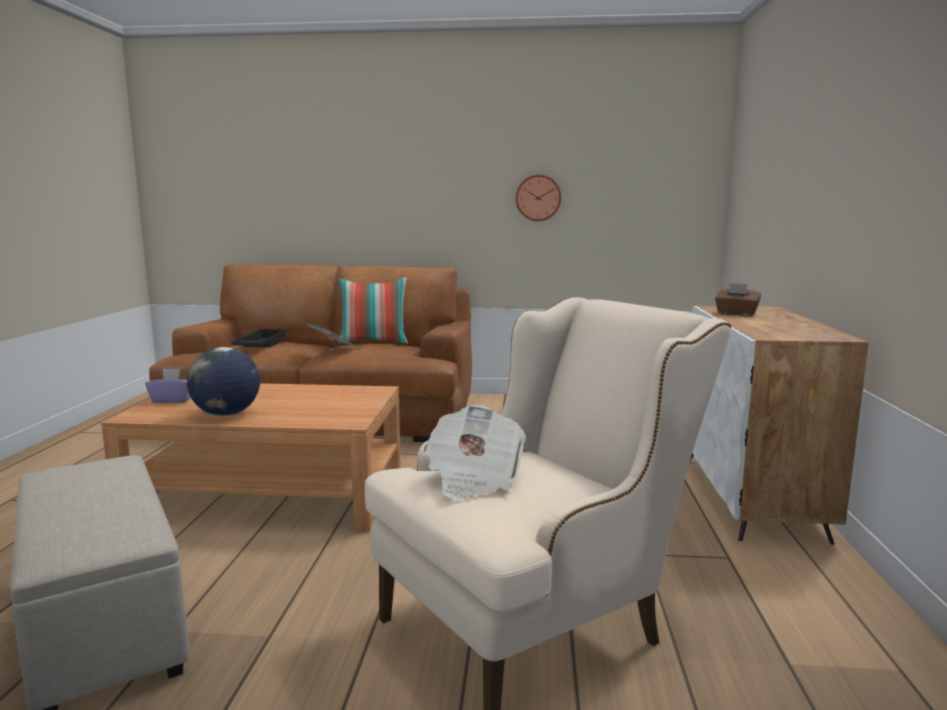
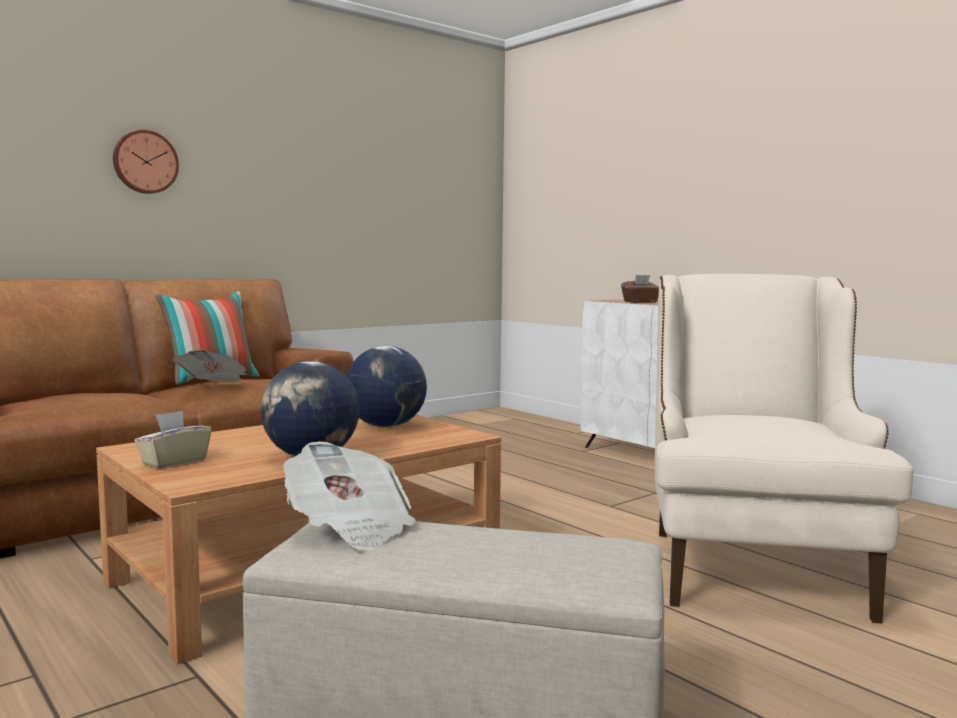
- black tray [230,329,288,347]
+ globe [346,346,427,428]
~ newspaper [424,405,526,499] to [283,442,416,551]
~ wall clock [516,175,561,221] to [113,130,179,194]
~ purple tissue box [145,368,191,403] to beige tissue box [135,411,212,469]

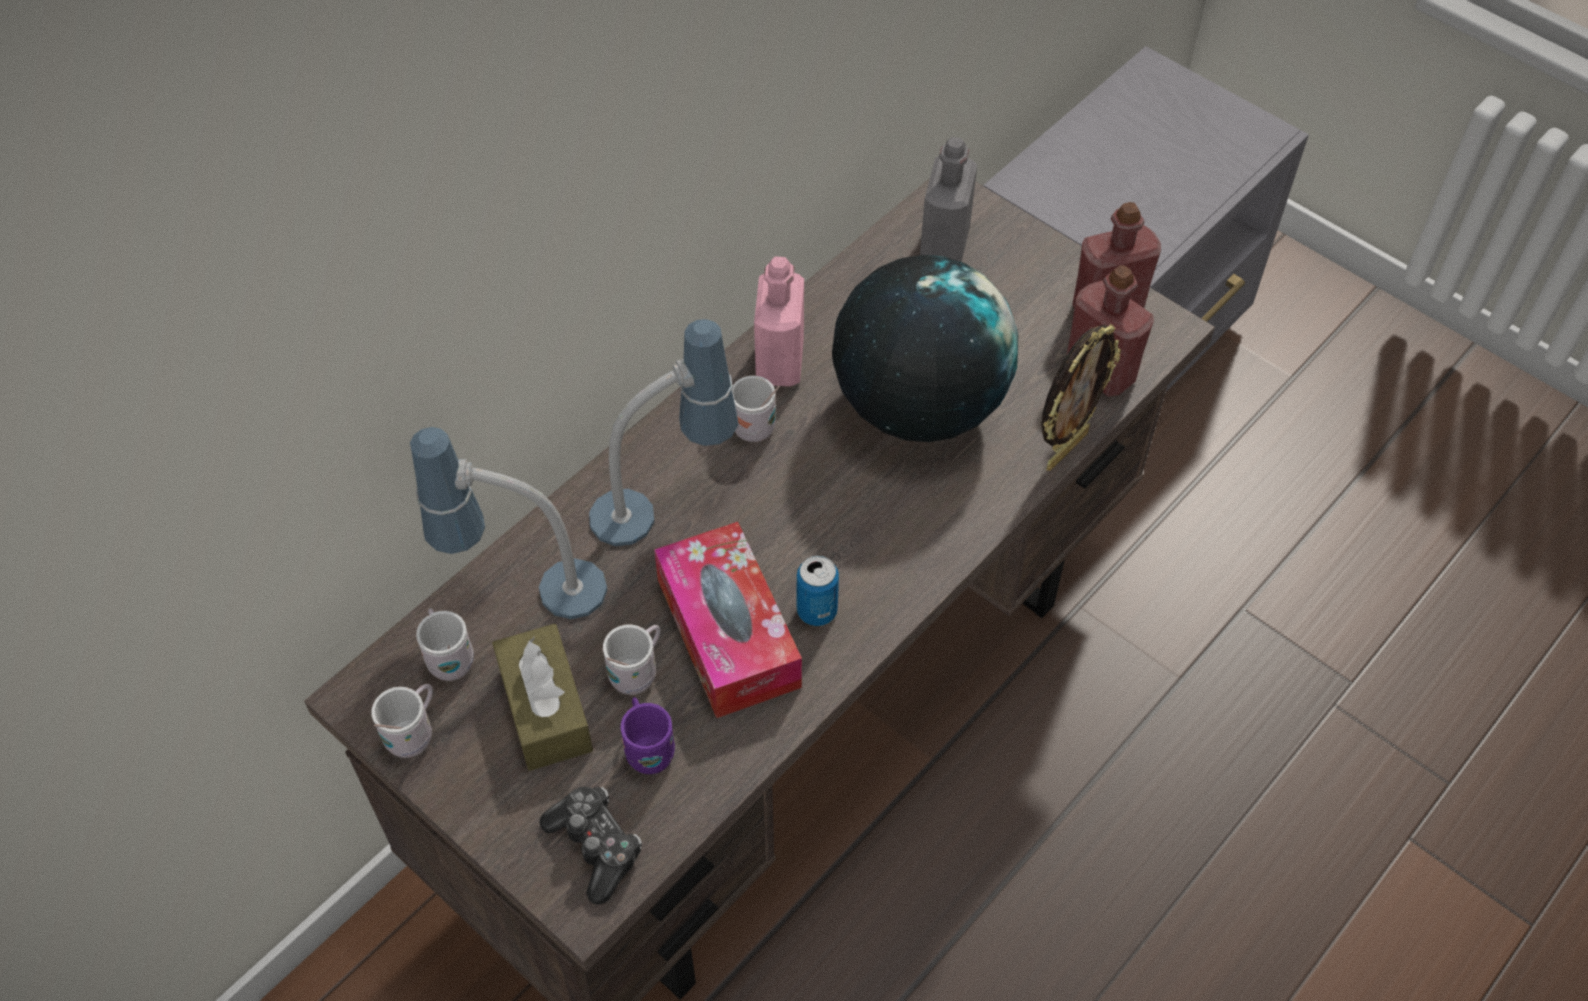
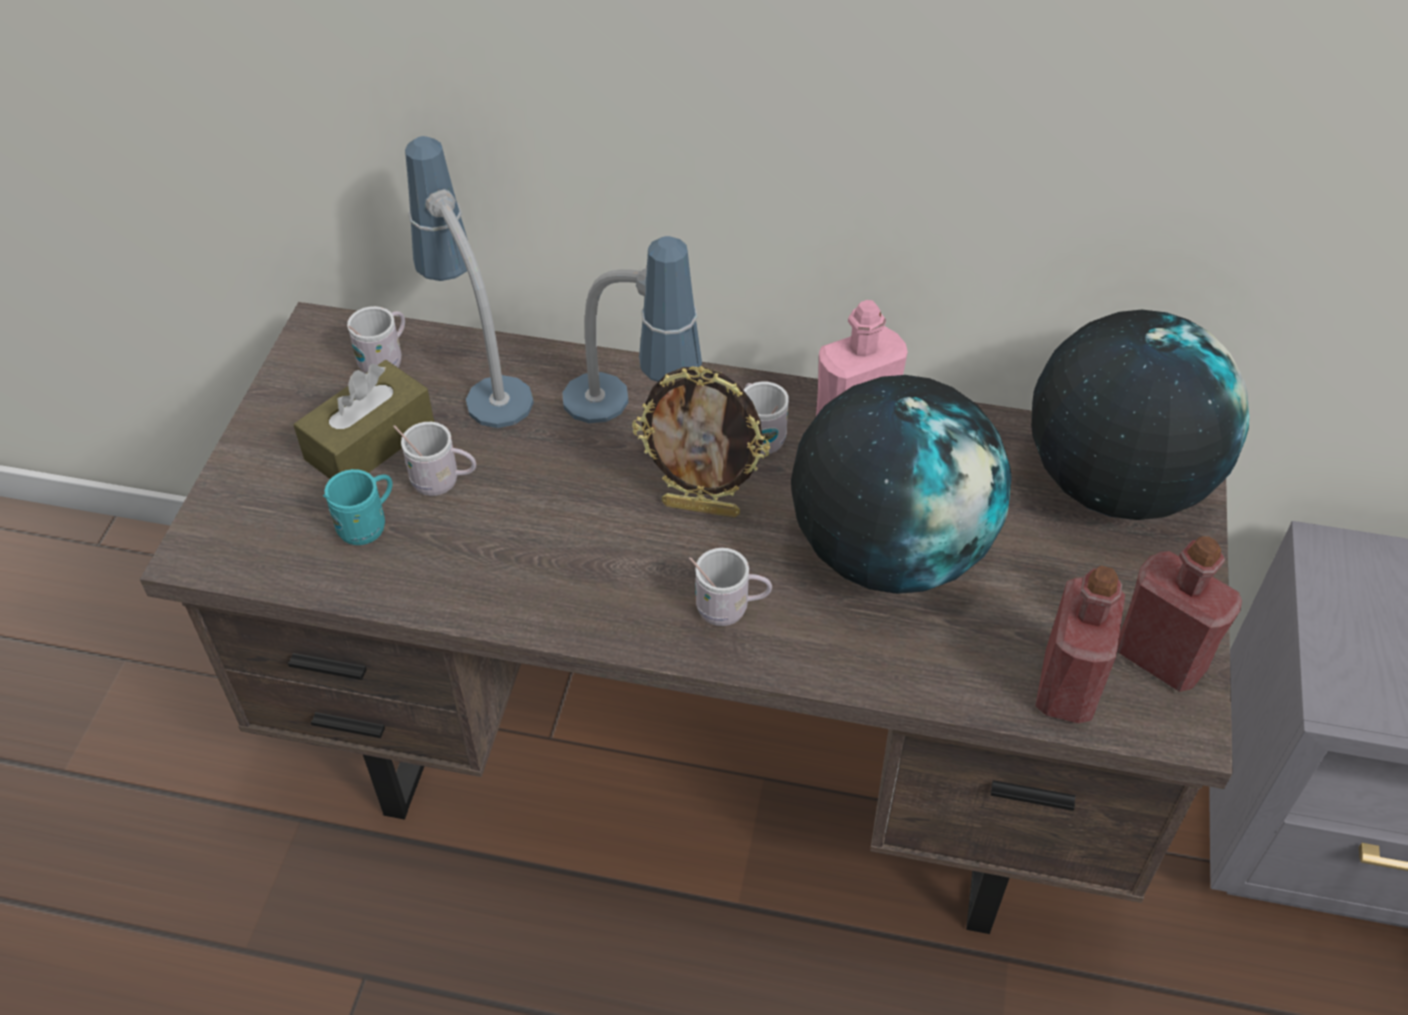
- game controller [539,787,642,904]
- tissue box [654,522,802,718]
- can [797,555,839,626]
~ white mug [371,684,433,758] to [689,548,772,626]
~ picture frame [1041,324,1121,471] to [632,366,770,518]
~ grey bottle [920,137,977,262] to globe [1031,310,1249,520]
~ purple mug [620,697,675,774] to turquoise mug [323,469,392,545]

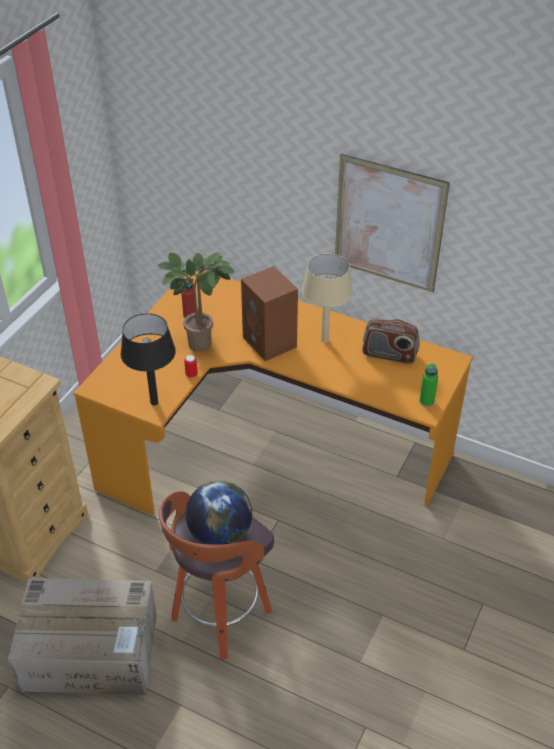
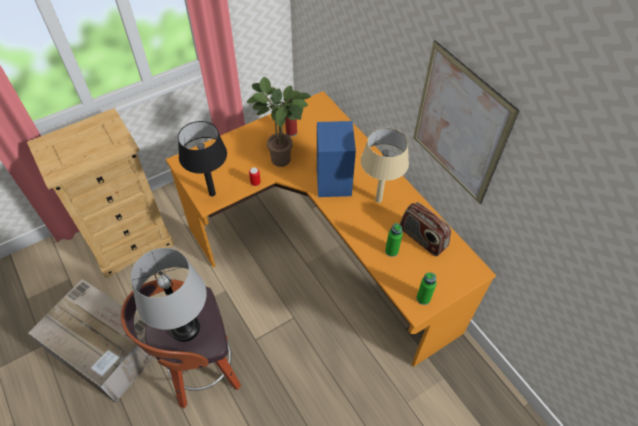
+ green bottle [385,223,403,257]
~ globe [186,480,252,545] to grey table lamp [131,248,207,342]
~ brown speaker [241,266,298,361] to blue speaker [317,121,356,197]

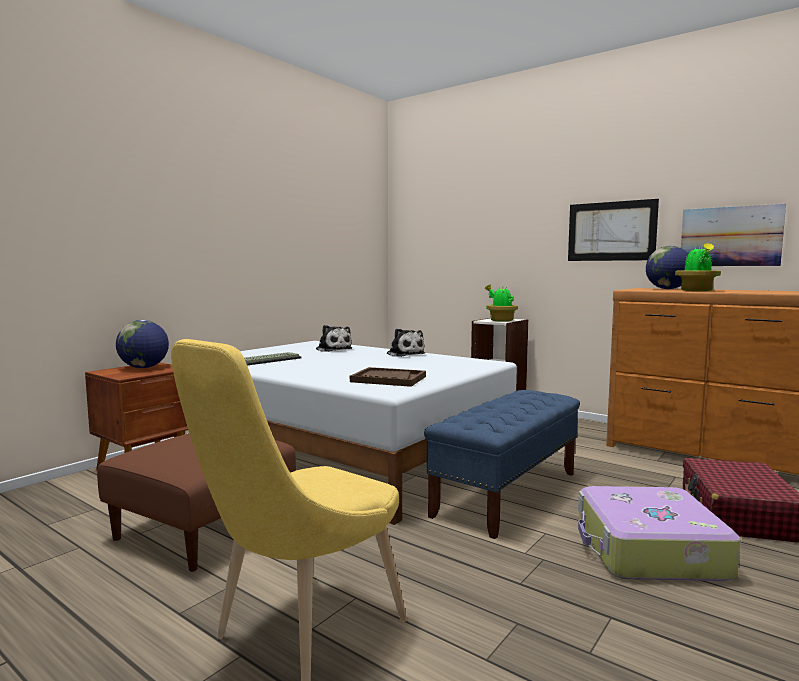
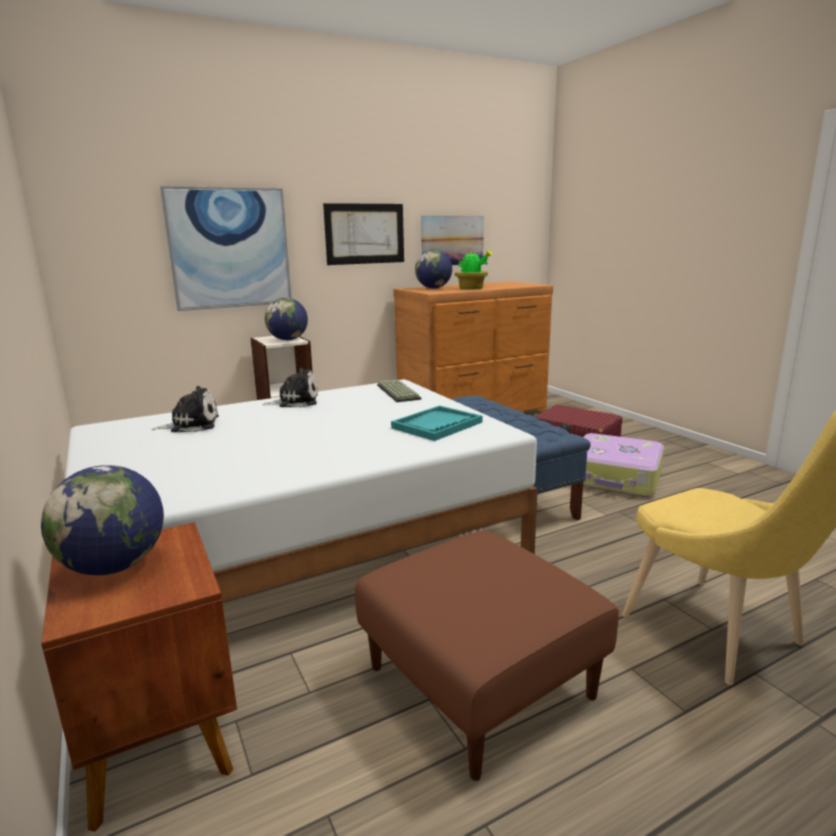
+ picture [160,186,291,311]
~ keyboard [244,352,302,365] to [377,379,421,402]
~ potted plant [484,285,518,322] to globe [265,298,308,340]
~ brown tray [350,367,426,387] to turquoise tray [391,406,482,441]

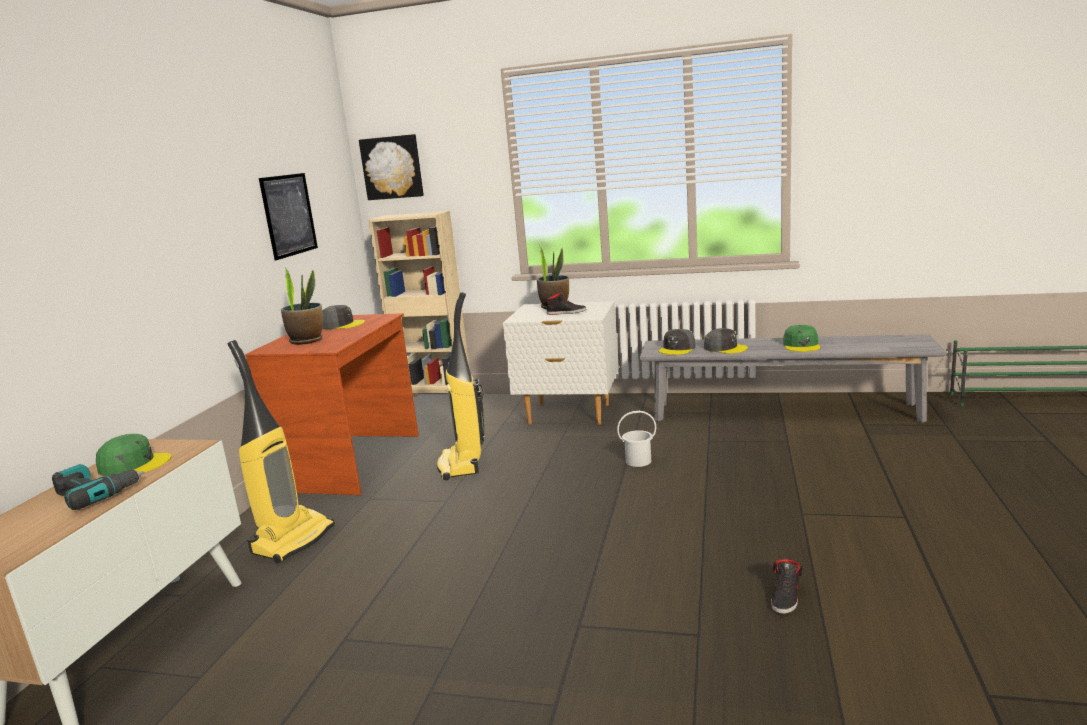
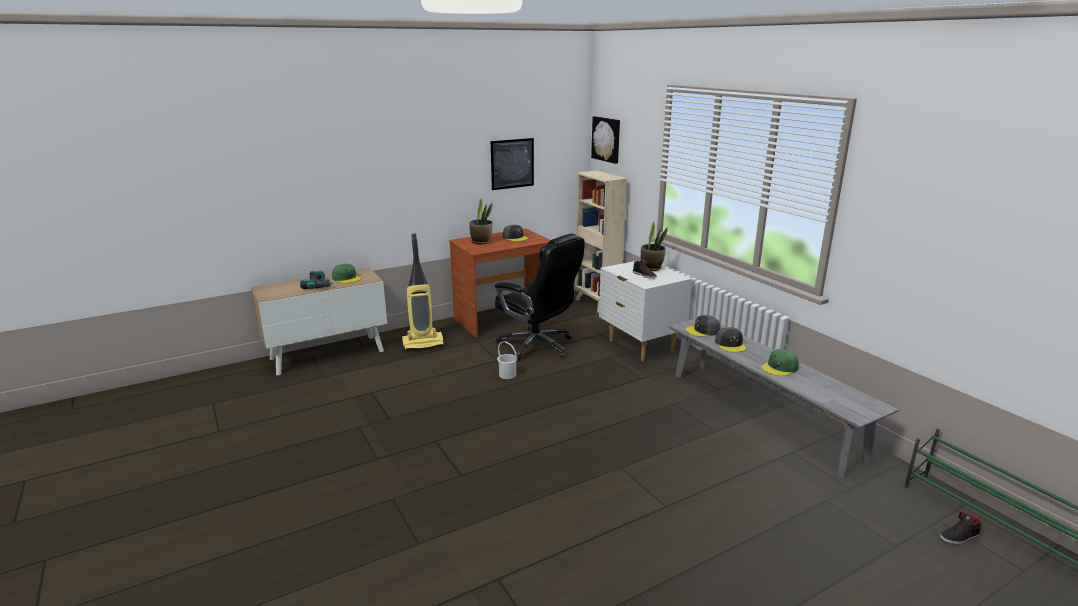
~ white bucket [617,411,656,467] to [497,341,518,379]
~ black shoe [771,559,803,614] to [940,512,982,544]
~ vacuum cleaner [437,292,485,480] to black office chair [495,234,585,362]

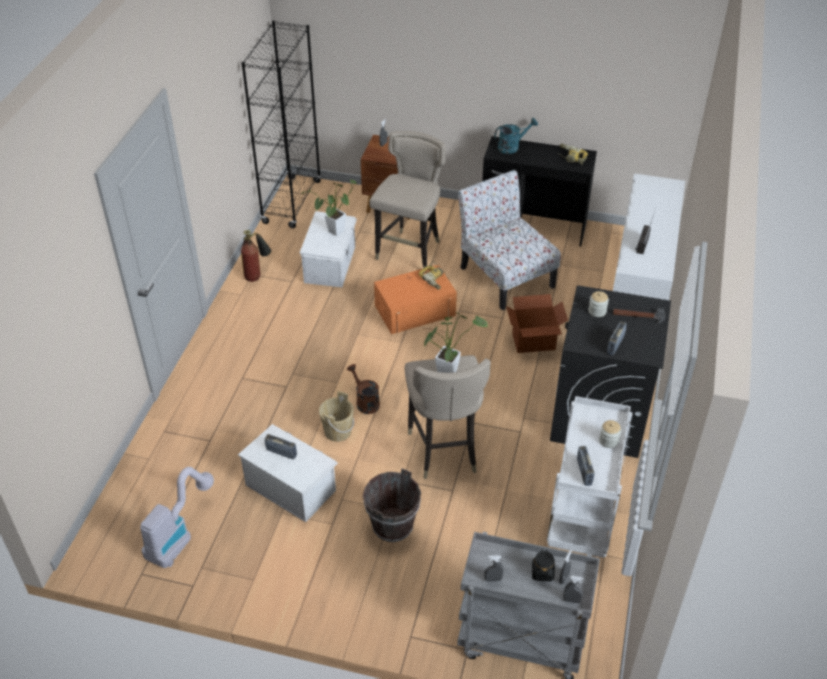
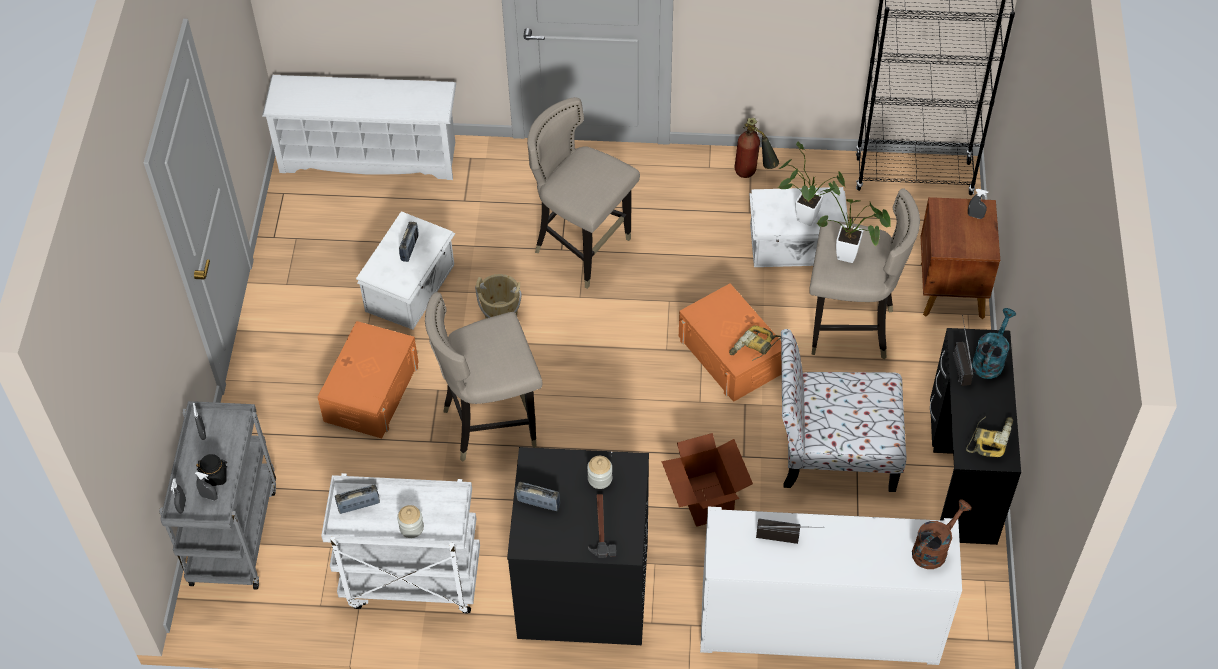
- vacuum cleaner [140,467,214,568]
+ white shoe rack [262,75,456,180]
+ beige stool [527,97,640,289]
+ radio [953,315,973,386]
~ brown watering can [347,364,380,414] to [912,499,972,569]
~ potted plant [424,311,488,373] to [817,188,891,263]
~ brown bucket [363,468,421,542] to orange storage box [318,321,419,438]
~ chair [458,170,561,310] = [781,329,907,492] 135 degrees counterclockwise
~ turquoise watering can [495,118,538,154] = [972,308,1016,379] 120 degrees counterclockwise

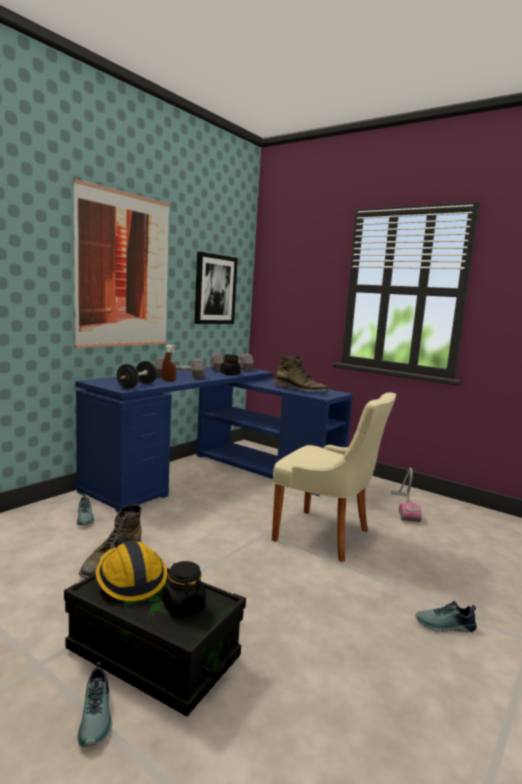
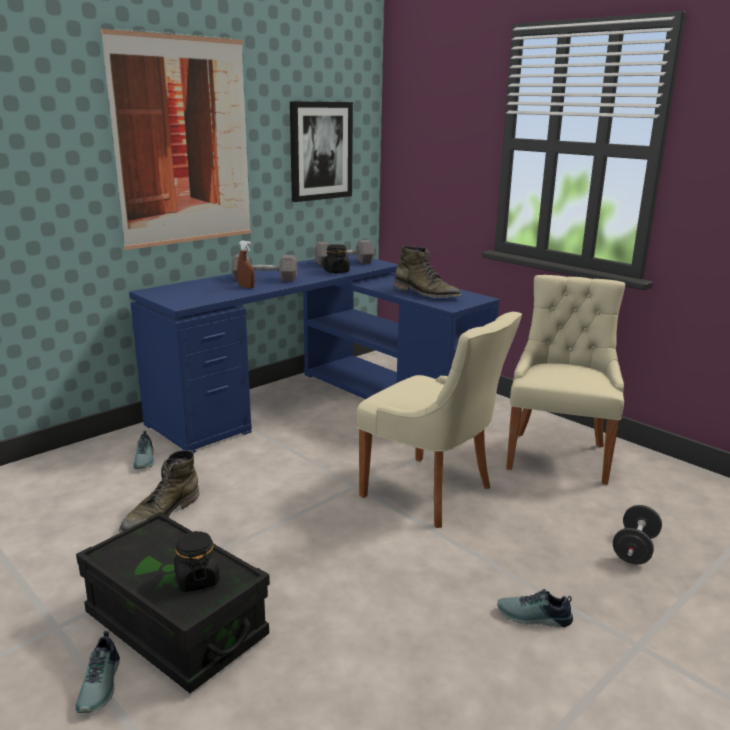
- hard hat [96,537,167,601]
~ black dumbbell [117,361,157,389] to [613,505,662,564]
~ vacuum cleaner [391,468,422,522] to beige chair [506,275,625,485]

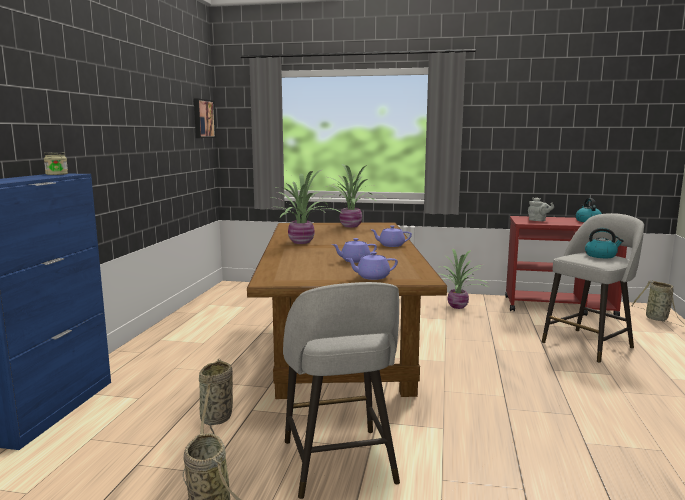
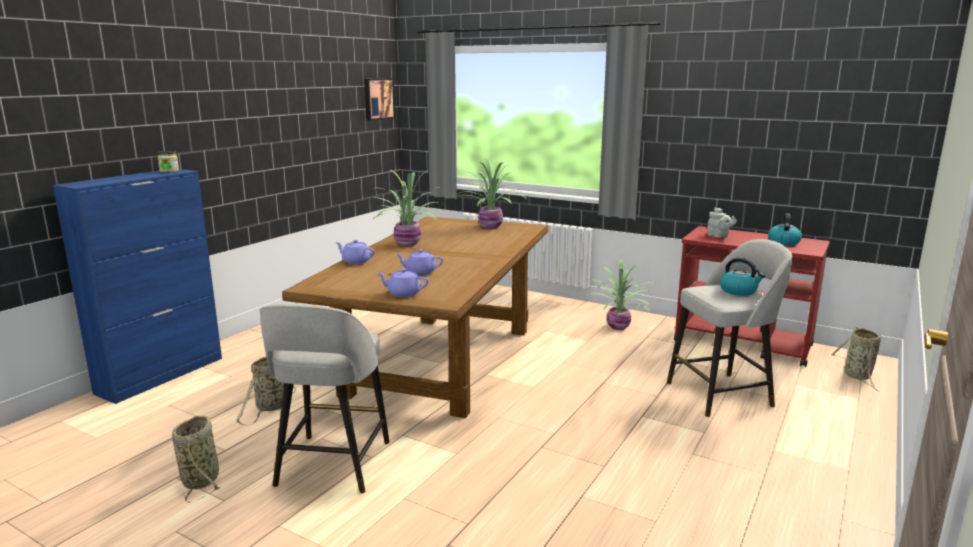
~ purple teapot [372,225,412,247] to [335,240,375,264]

